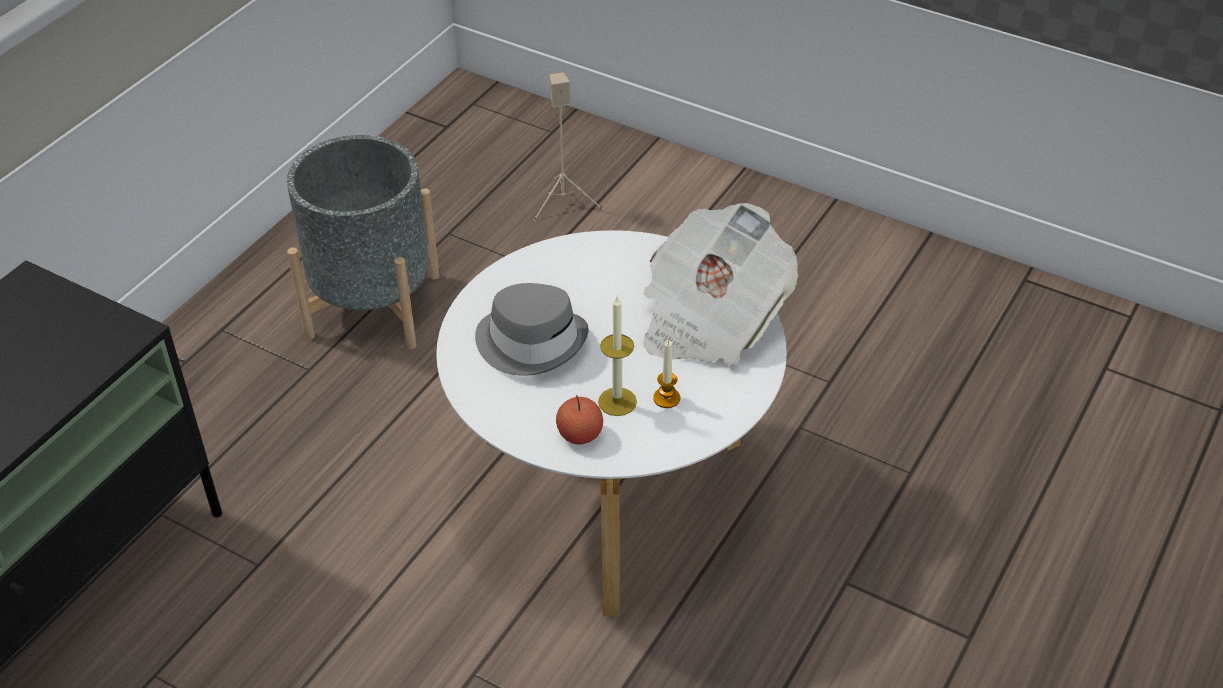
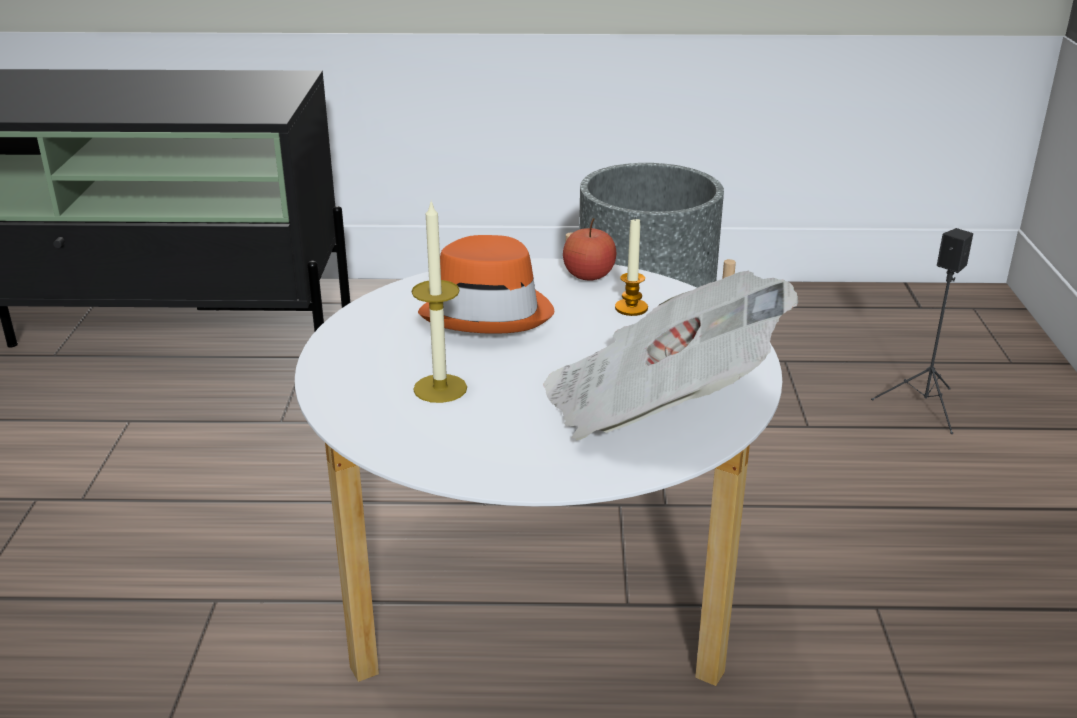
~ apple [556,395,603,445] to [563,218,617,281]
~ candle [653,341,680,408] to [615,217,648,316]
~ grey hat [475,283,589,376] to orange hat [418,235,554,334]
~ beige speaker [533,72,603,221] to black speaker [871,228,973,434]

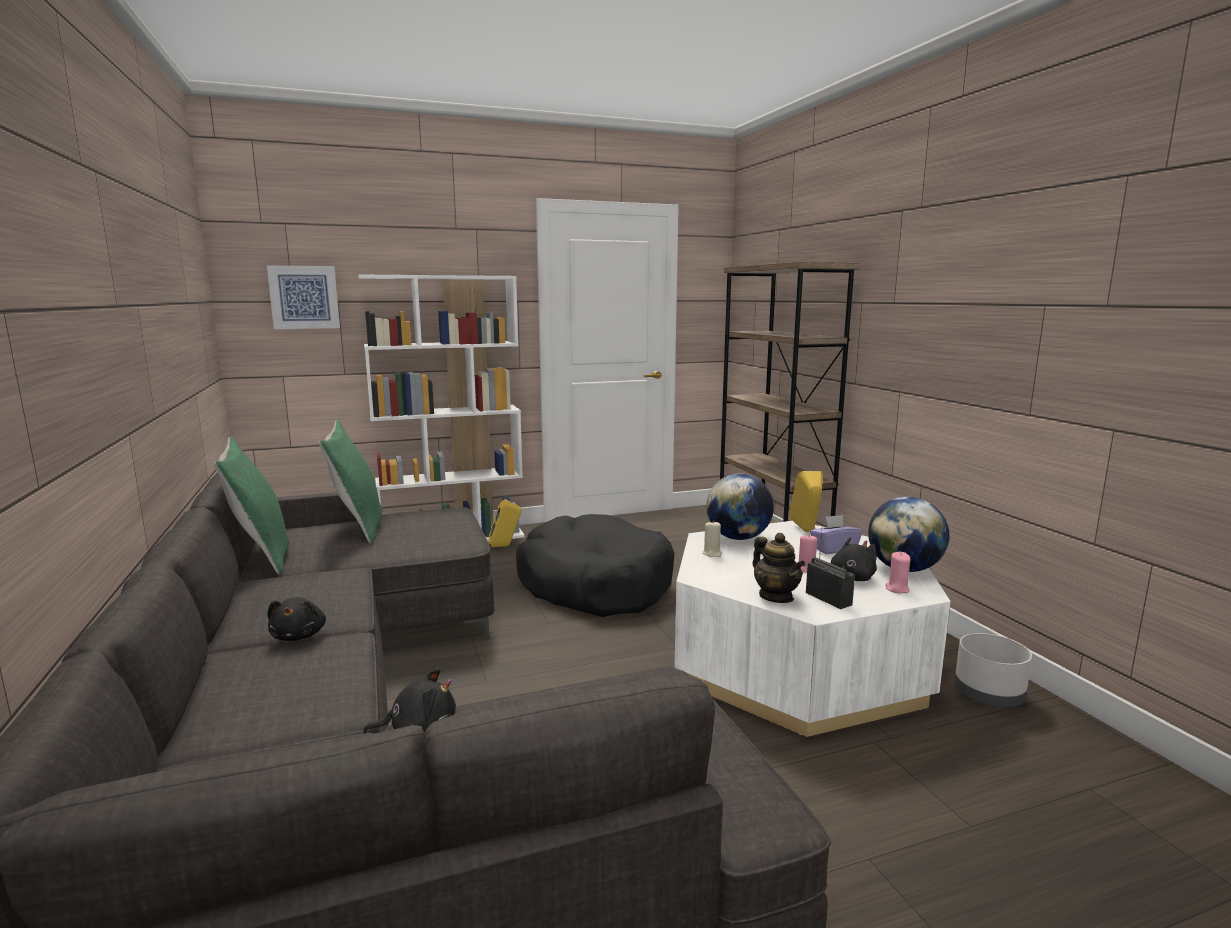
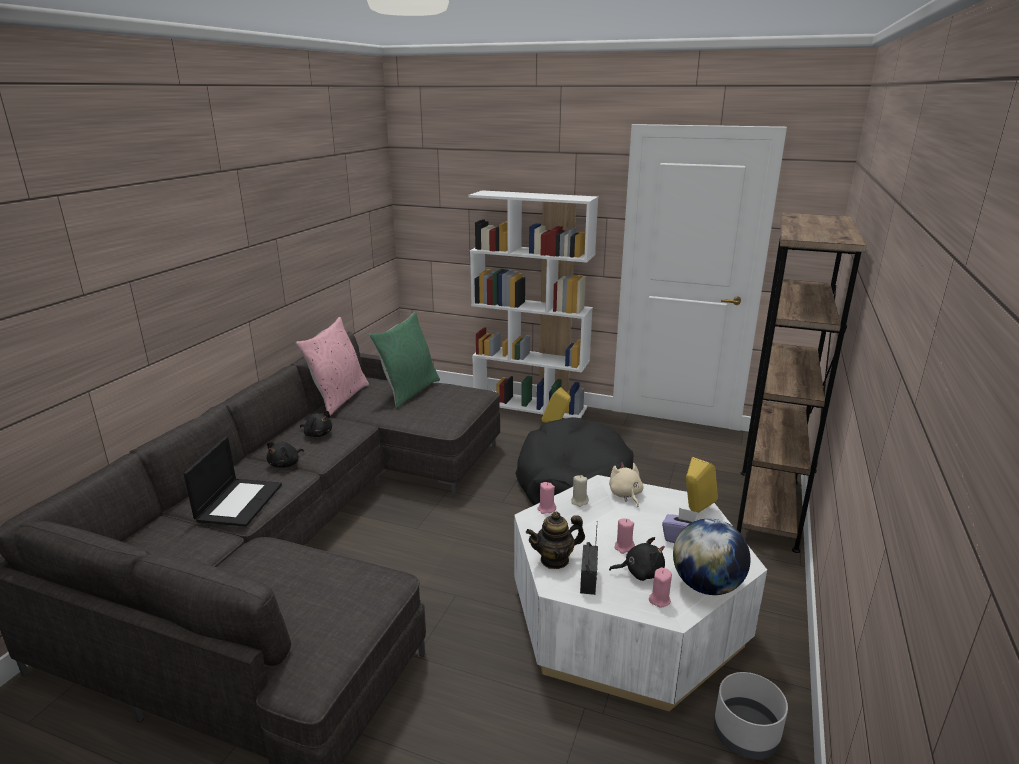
- picture [267,265,340,329]
+ laptop [184,436,282,527]
+ pink candle [537,482,556,514]
~ black plush toy [363,668,456,734] to [300,411,332,437]
~ globe [706,474,774,540] to beige plush toy [609,462,644,507]
~ green pillow [213,436,289,574] to pink pillow [296,317,369,416]
~ teapot [753,533,805,603] = [526,511,585,569] 60 degrees clockwise

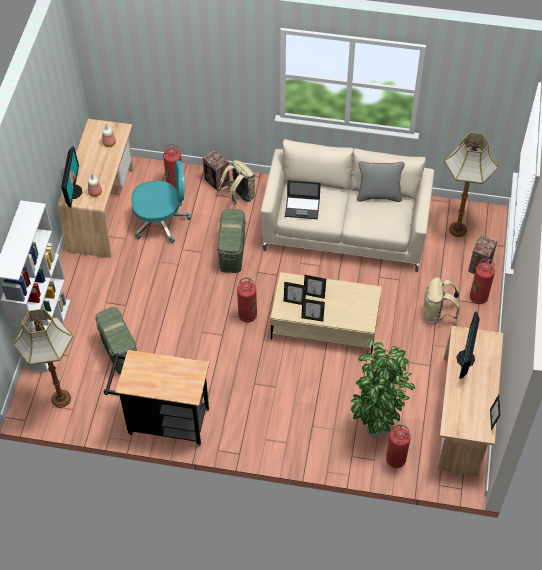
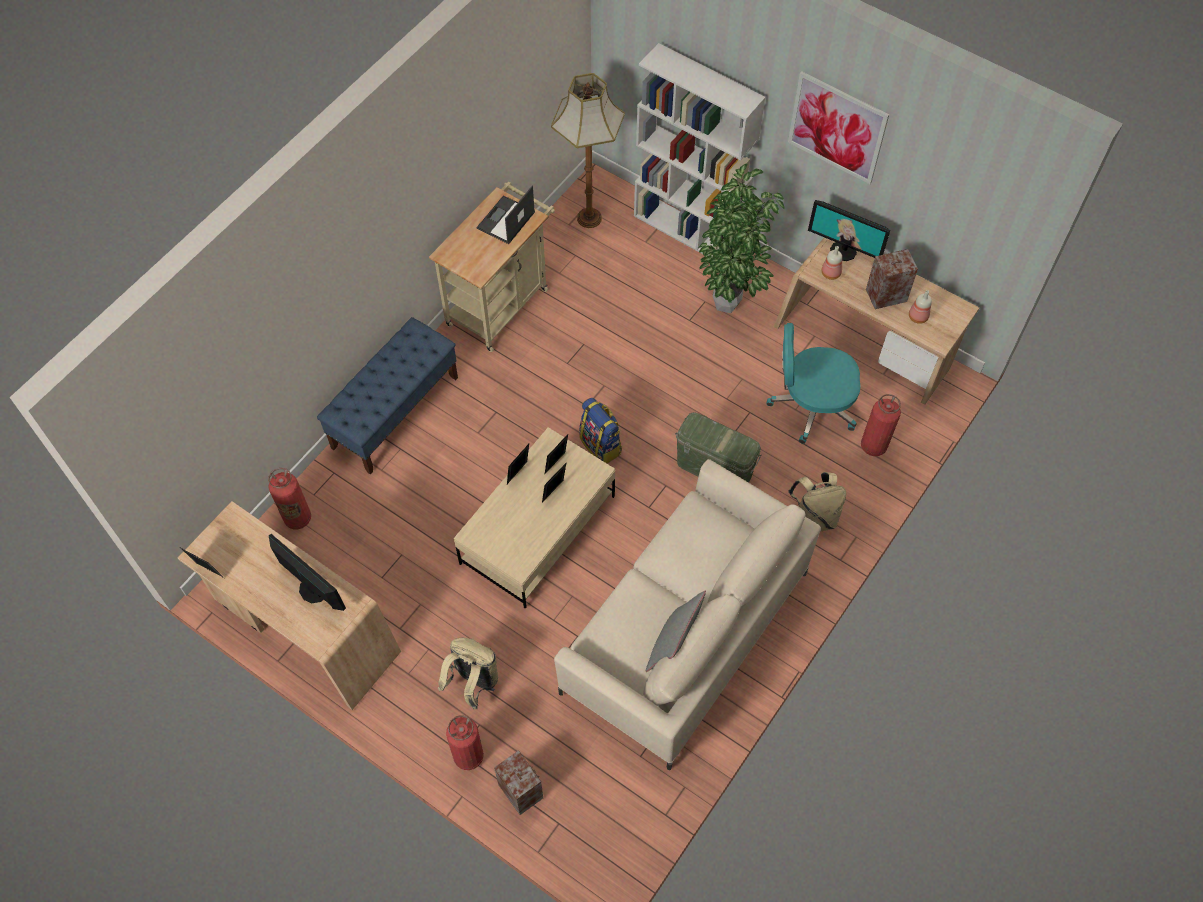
- green storage box [95,307,137,375]
- floor lamp [444,132,498,237]
+ blue bench [317,317,458,475]
+ picture [788,71,889,184]
~ speaker [203,150,230,192] to [866,249,918,309]
~ laptop [285,180,321,219] to [476,186,535,244]
~ potted plant [350,338,415,438] to [698,163,785,313]
~ fire extinguisher [237,278,257,322] to backpack [579,398,622,463]
~ black cart [104,350,209,446] to beige cart [429,182,555,352]
~ turquoise office chair [131,160,191,243] = [766,323,861,444] 75 degrees clockwise

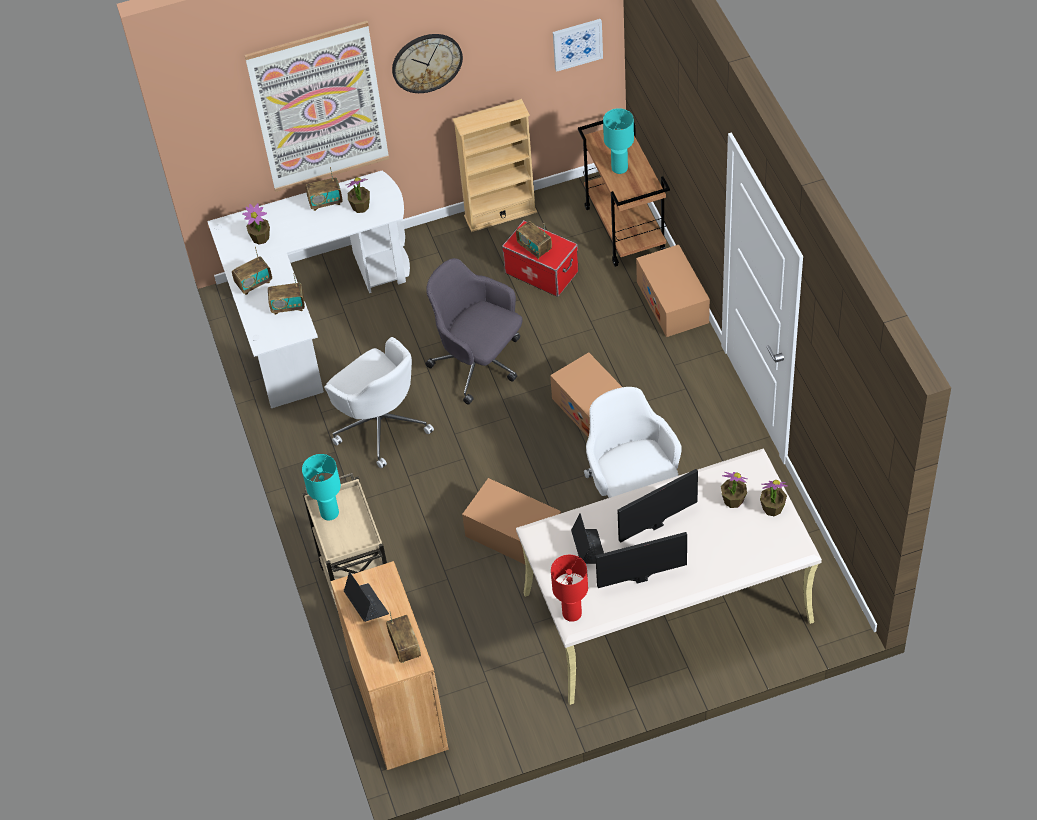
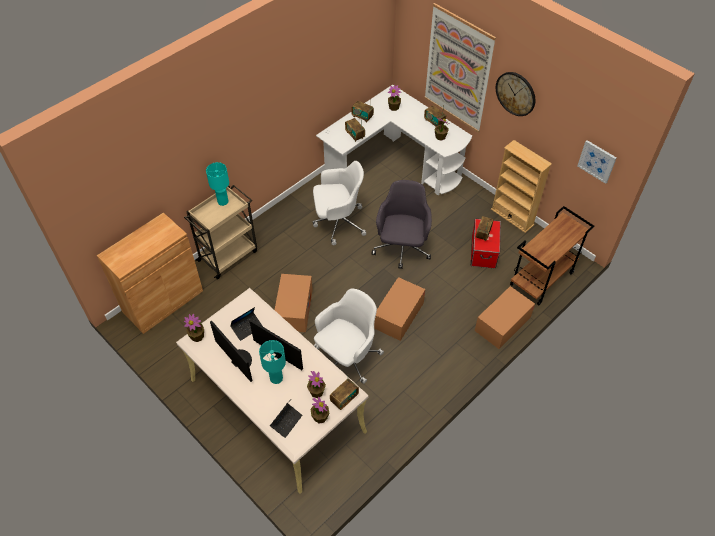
~ laptop [344,572,389,622] to [270,398,302,438]
~ radio [386,611,421,663] to [330,378,359,410]
~ turquoise table lamp [603,108,634,174] to [259,340,286,384]
~ red table lamp [551,555,588,622] to potted plant [184,314,204,342]
~ white office chair [324,337,434,468] = [313,161,366,245] 120 degrees counterclockwise

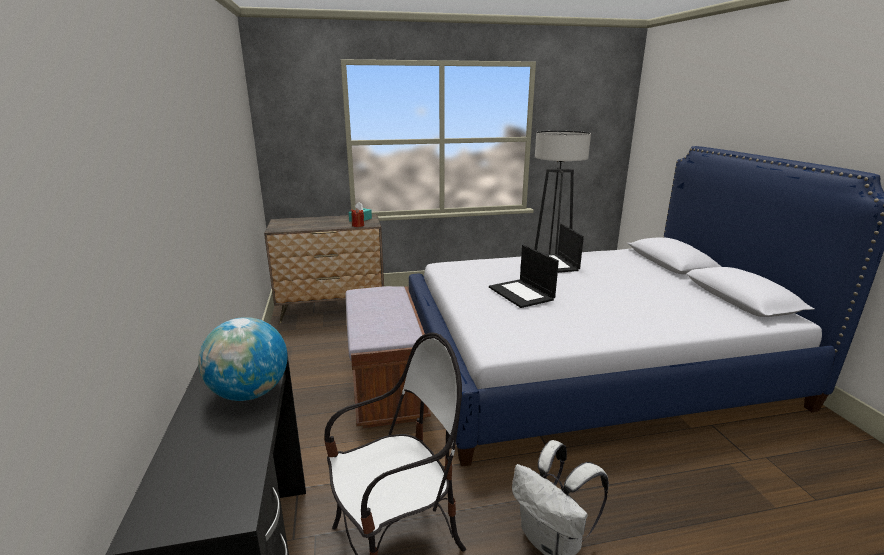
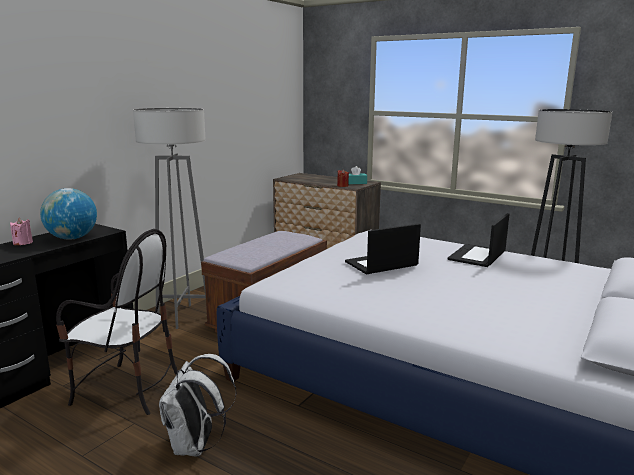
+ pink candle [10,218,33,245]
+ grey floor lamp [133,108,206,329]
~ laptop [489,245,559,308] = [345,224,421,274] 45 degrees clockwise

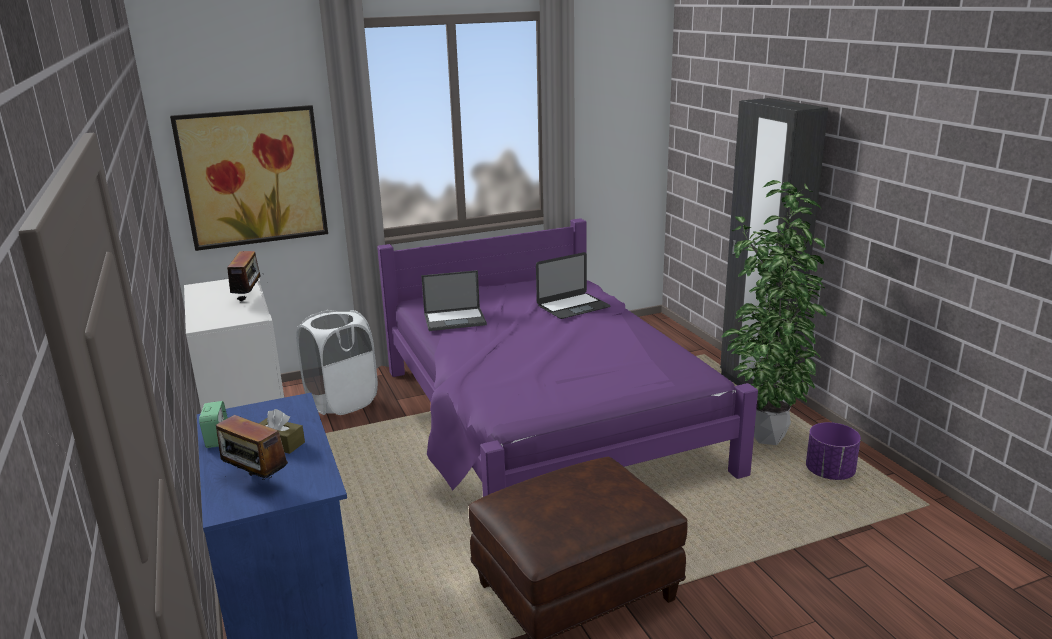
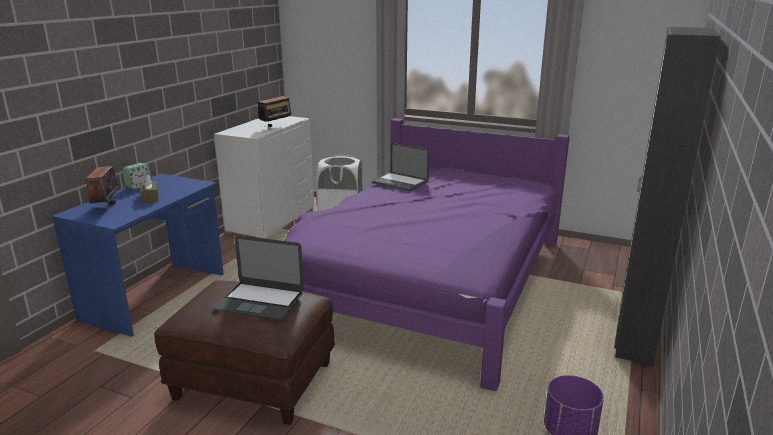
- picture [170,105,328,251]
- potted plant [721,180,827,445]
~ laptop [536,252,611,319] to [213,235,304,319]

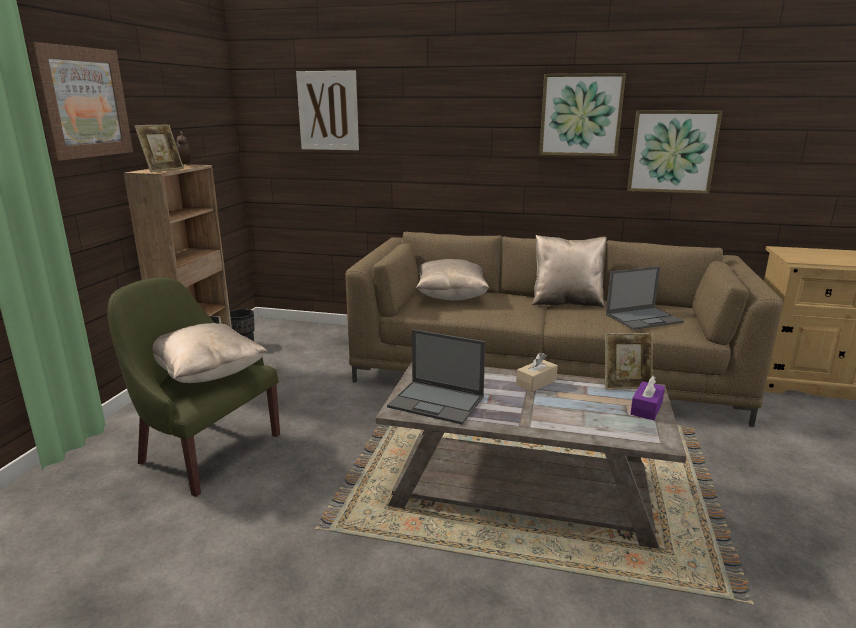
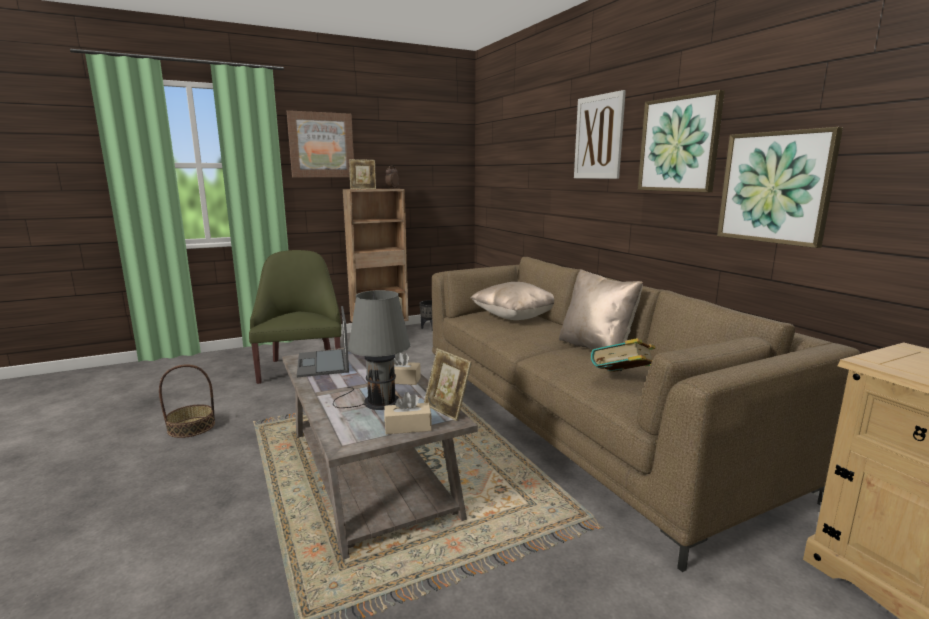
- beige pillow [153,323,267,383]
+ basket [159,364,215,438]
+ grey table lamp [333,290,411,410]
~ picture [296,71,359,150] to [574,90,626,179]
~ laptop [606,266,684,330] to book [591,338,655,372]
~ purple tissue box [630,375,665,420] to beige tissue box [384,392,432,434]

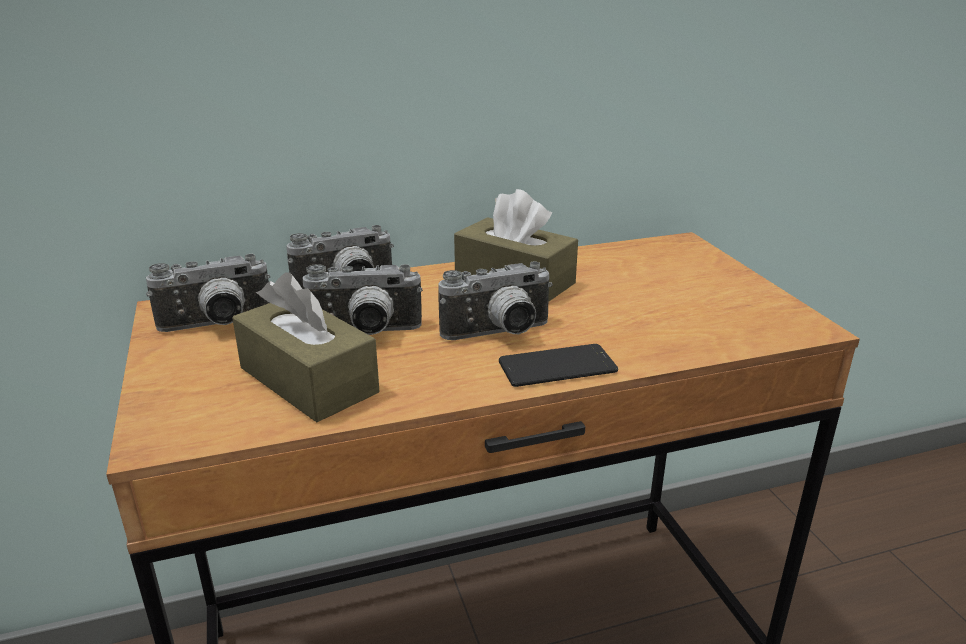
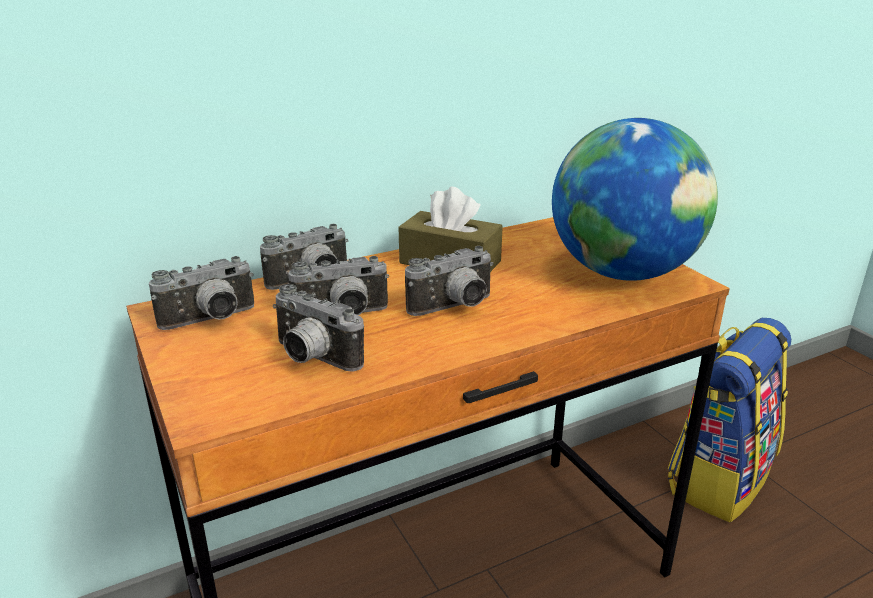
- phone [499,344,618,387]
+ globe [552,118,718,281]
+ backpack [668,318,791,522]
~ brown tissue box [232,272,379,422] to photo camera [273,284,364,372]

